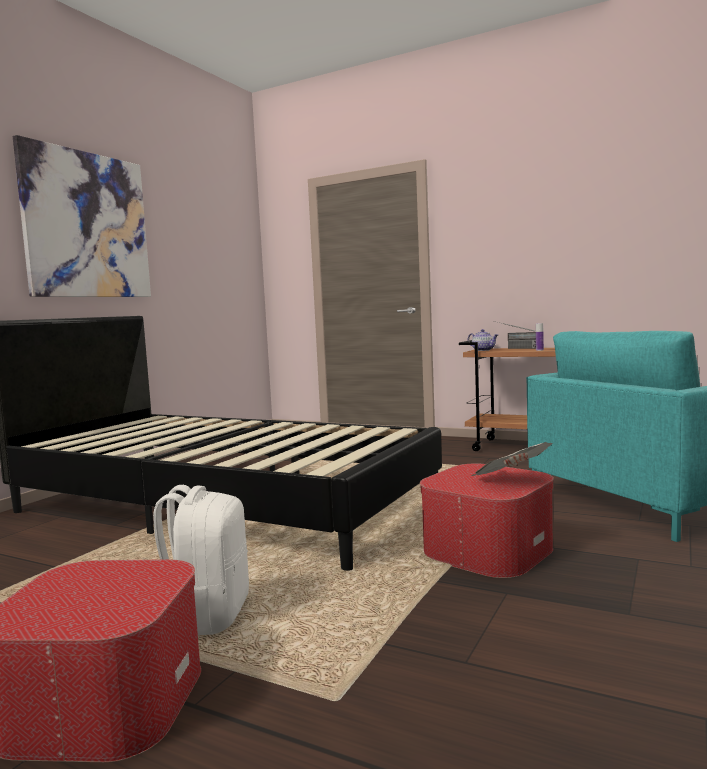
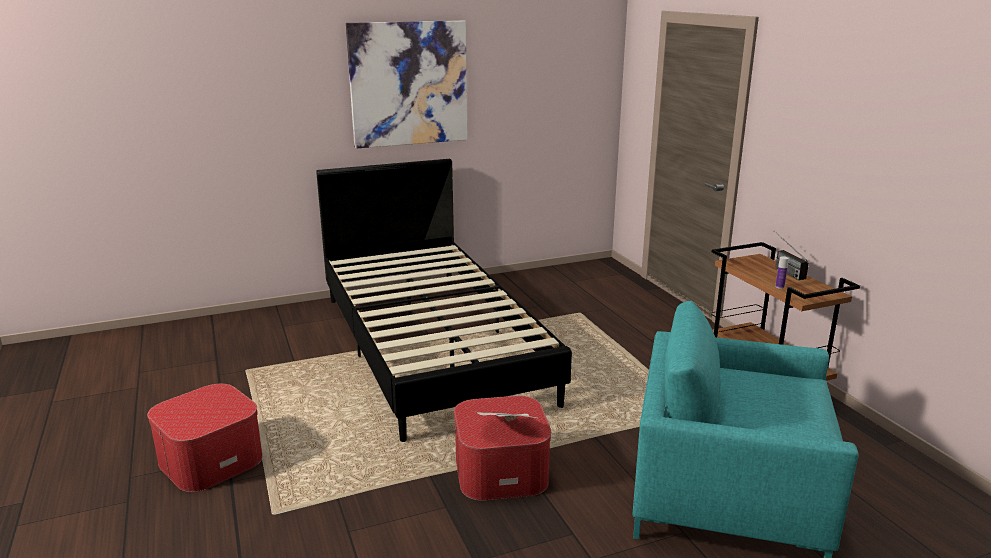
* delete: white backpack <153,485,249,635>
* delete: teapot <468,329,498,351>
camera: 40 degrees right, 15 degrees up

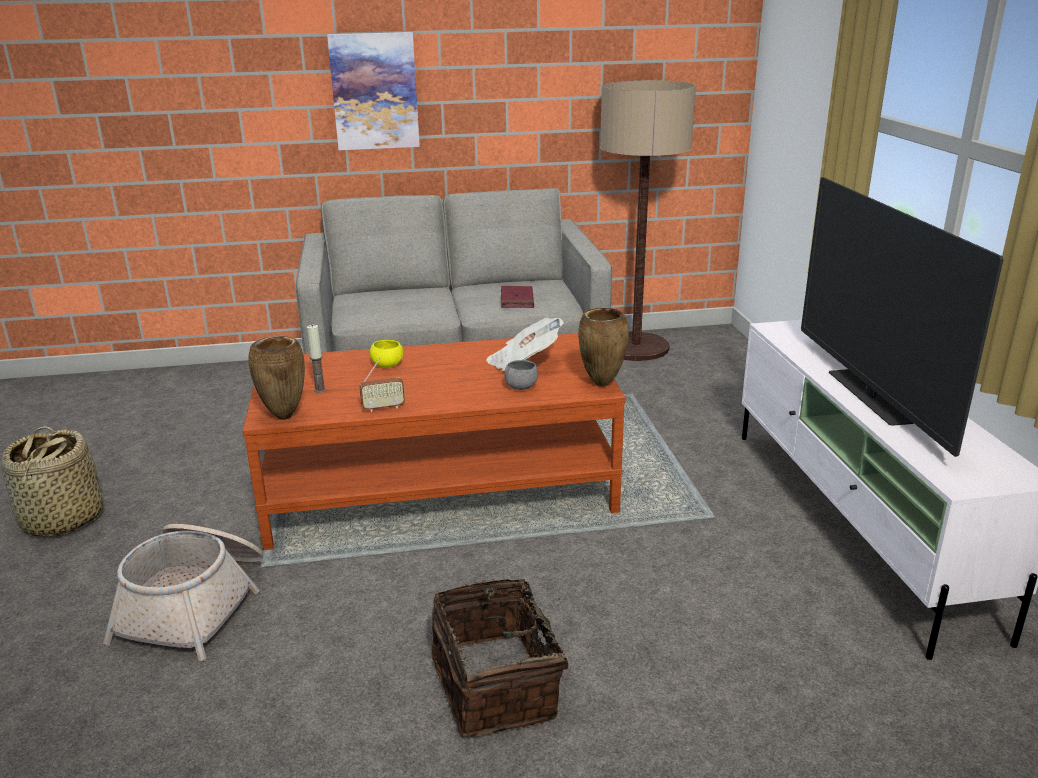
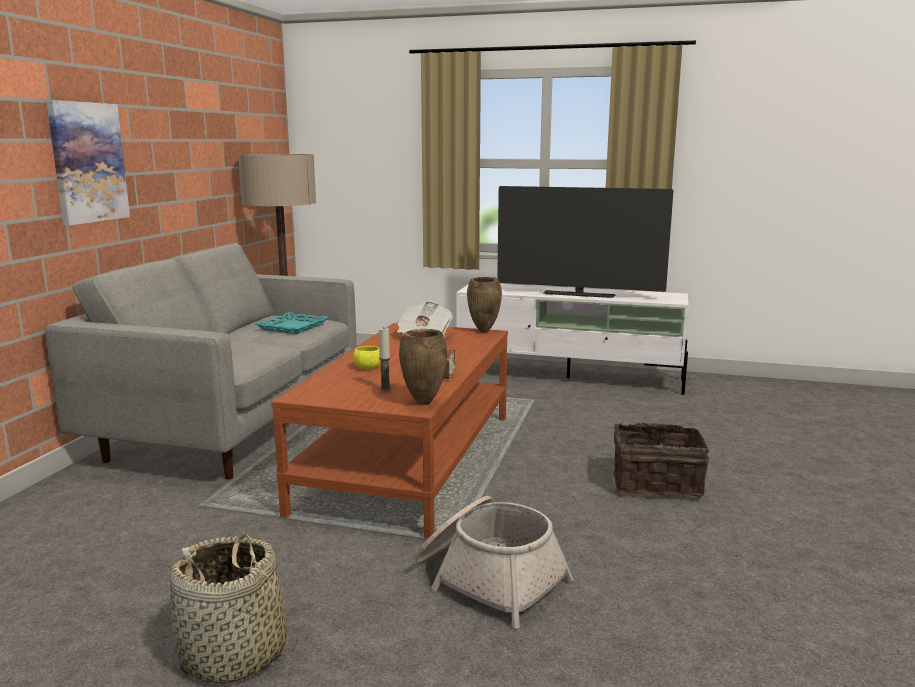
* replace: red book <501,286,534,308> to turquoise tray <256,312,329,334>
* delete: grey bowl <504,360,538,390>
camera: 65 degrees left, 10 degrees down

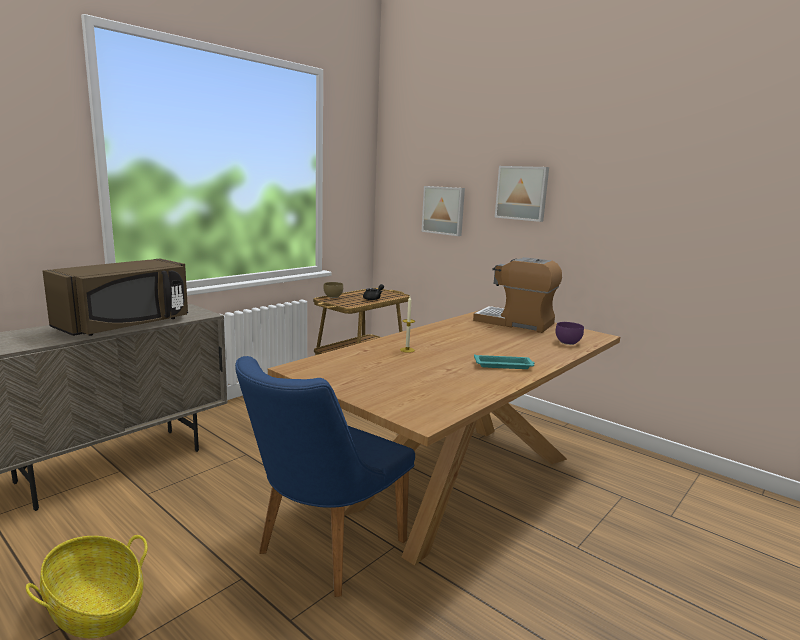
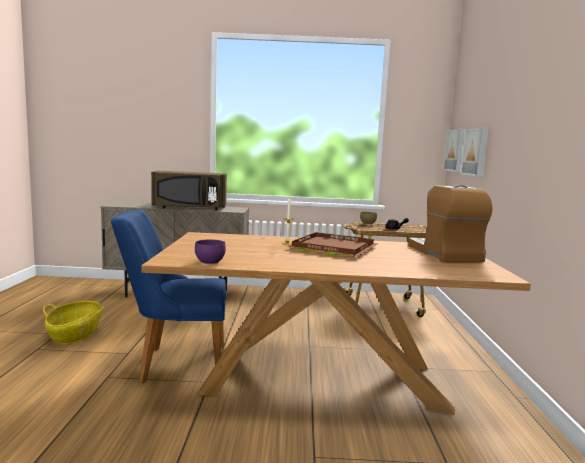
* move: purple bowl <555,322,584,345> to <195,240,226,264>
* insert: brown tray <286,232,378,256>
* move: picture <495,166,549,222> to <443,129,466,172>
* delete: turquoise tray <474,354,535,369>
camera: 50 degrees right, 5 degrees down

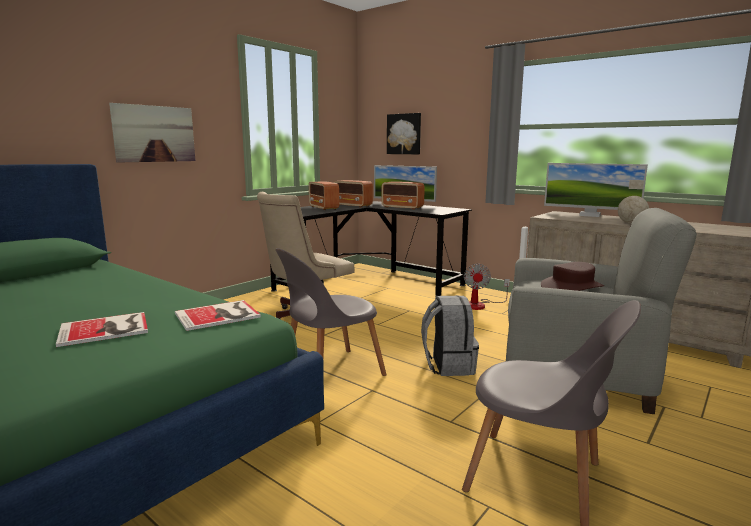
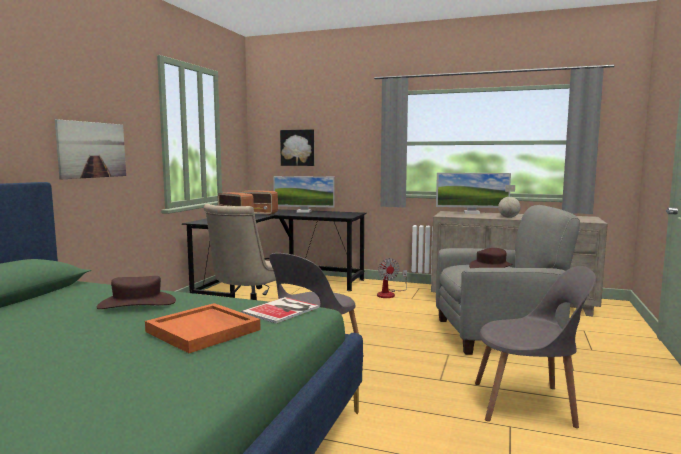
* insert: brown hat <97,276,176,309>
* replace: book <56,312,148,347> to orange tray <145,303,261,353>
* delete: radio <382,181,425,210>
* delete: grey backpack <421,295,479,376>
camera: 20 degrees left, 5 degrees down

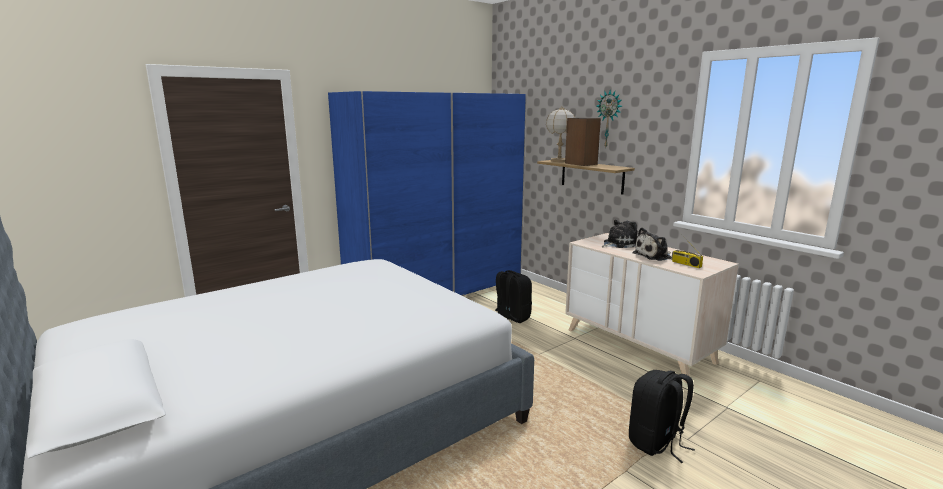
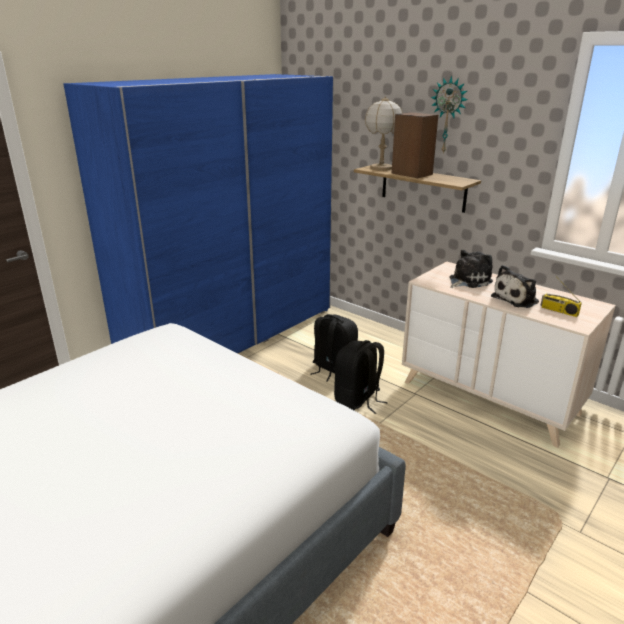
* move: black backpack <629,370,695,463> to <334,340,388,414>
camera: 10 degrees left, 10 degrees up

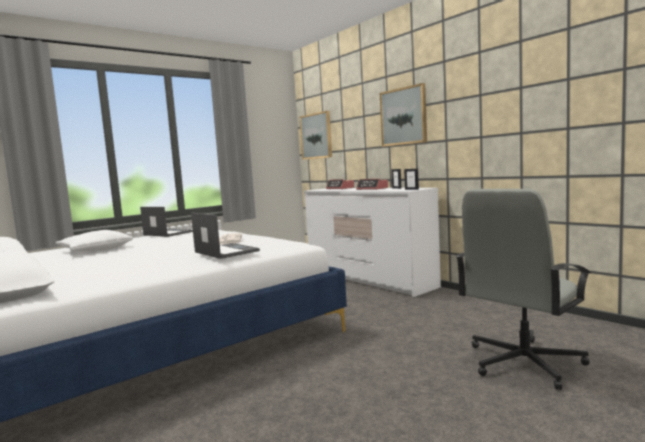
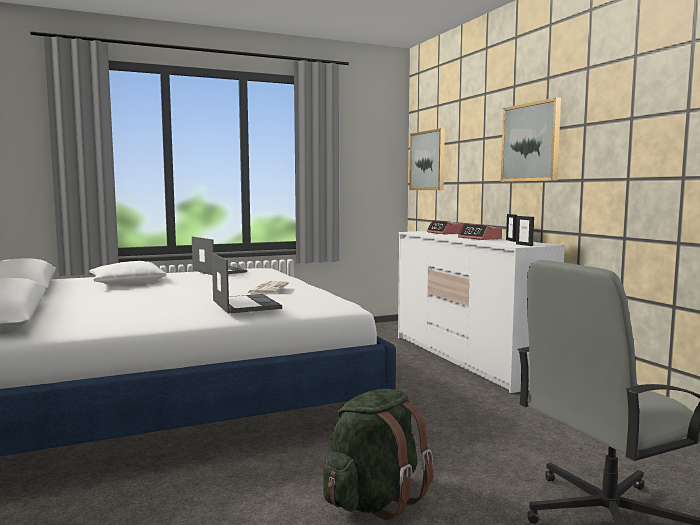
* insert: green backpack <323,389,433,520>
camera: 15 degrees right, 0 degrees up

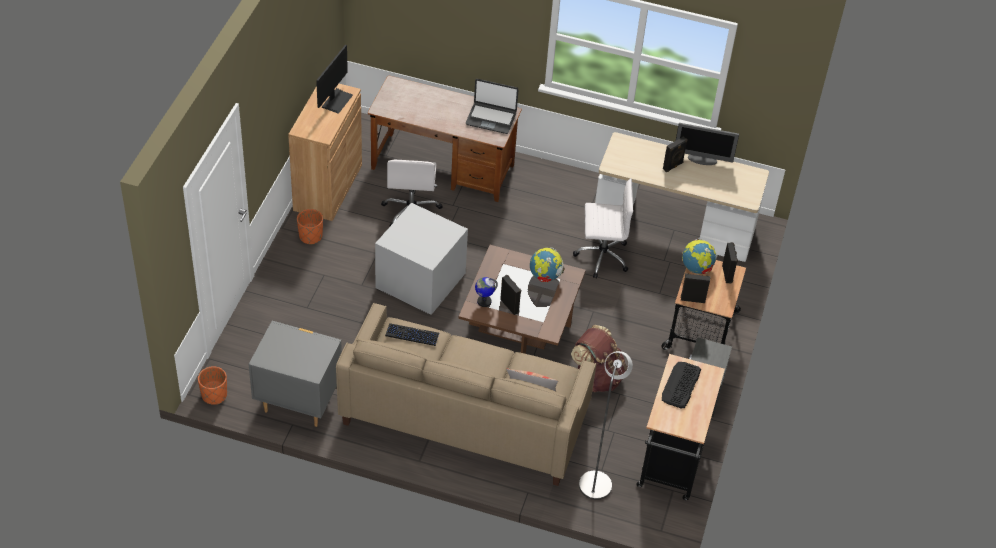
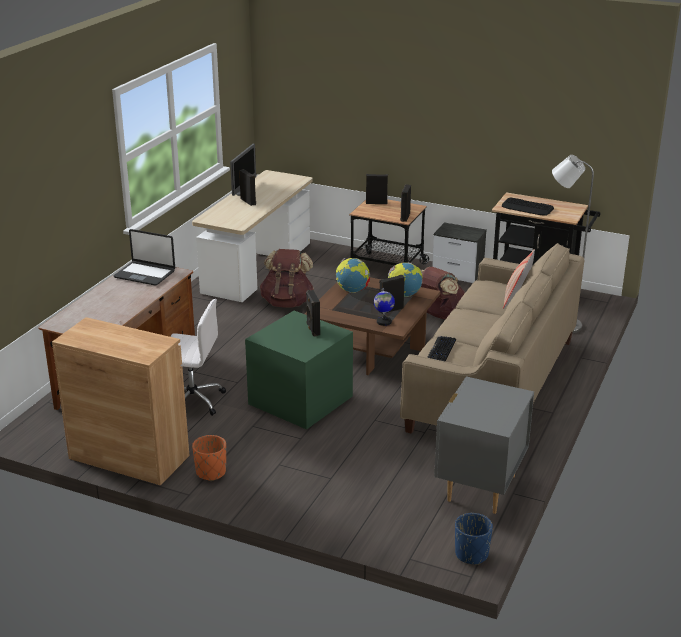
* rotate: laptop <466,79,518,134> = <114,229,175,285> 90 degrees clockwise
* recolor: grey storage box <375,203,468,315> to green storage box <245,311,353,430>
* replace: white office chair <573,179,633,279> to brown backpack <260,249,314,307>
* insert: black speaker <306,290,320,337>
* move: globe <682,238,718,274> to <388,262,423,297>
* recolor: orange planter <198,366,227,405> to blue planter <455,513,493,565>
* delete: monitor <316,45,353,114>
camera: 80 degrees left, 20 degrees down

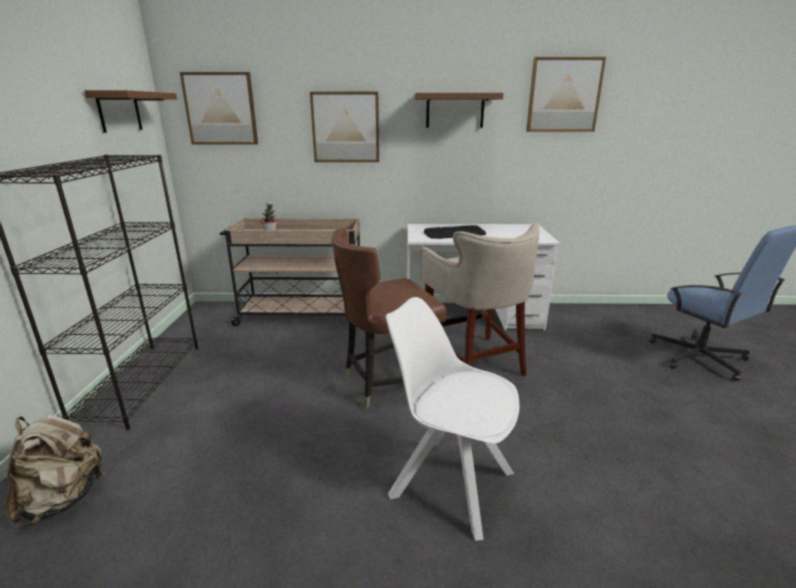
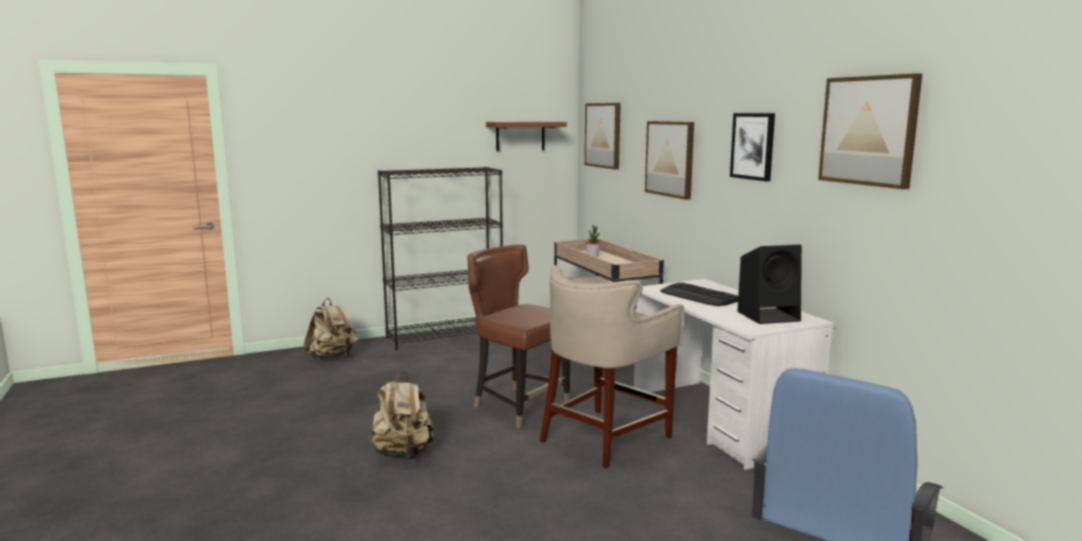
* replace: white chair <386,297,520,541> to beige backpack <369,372,434,460>
* replace: brown shelf <415,93,504,128> to picture <730,113,775,181>
* insert: black speaker <737,245,802,324>
camera: 65 degrees right, 10 degrees down

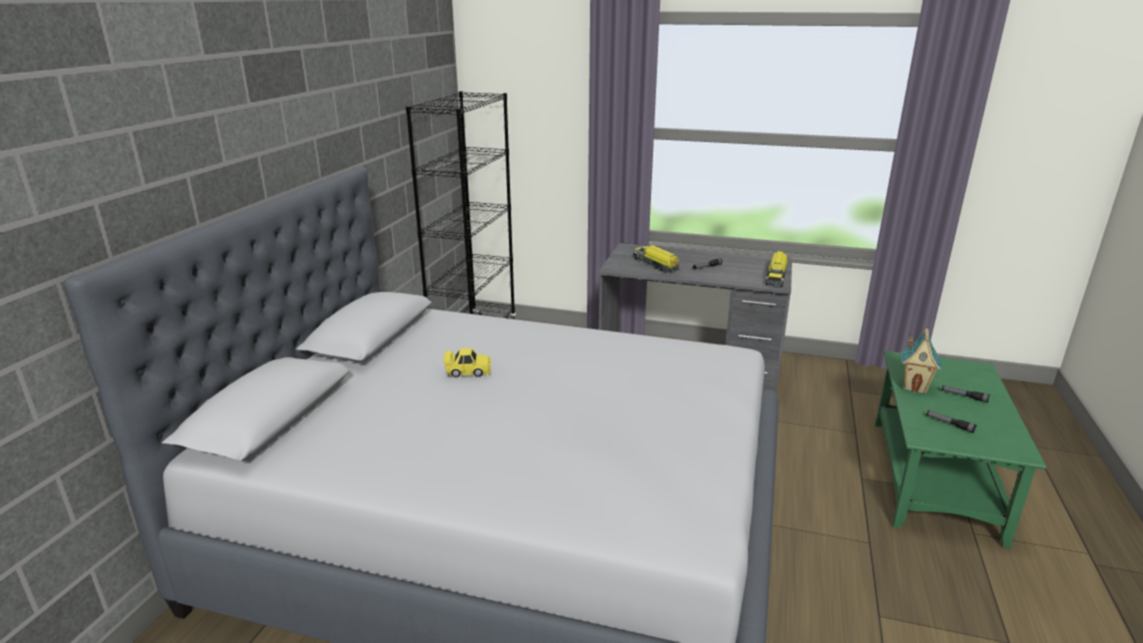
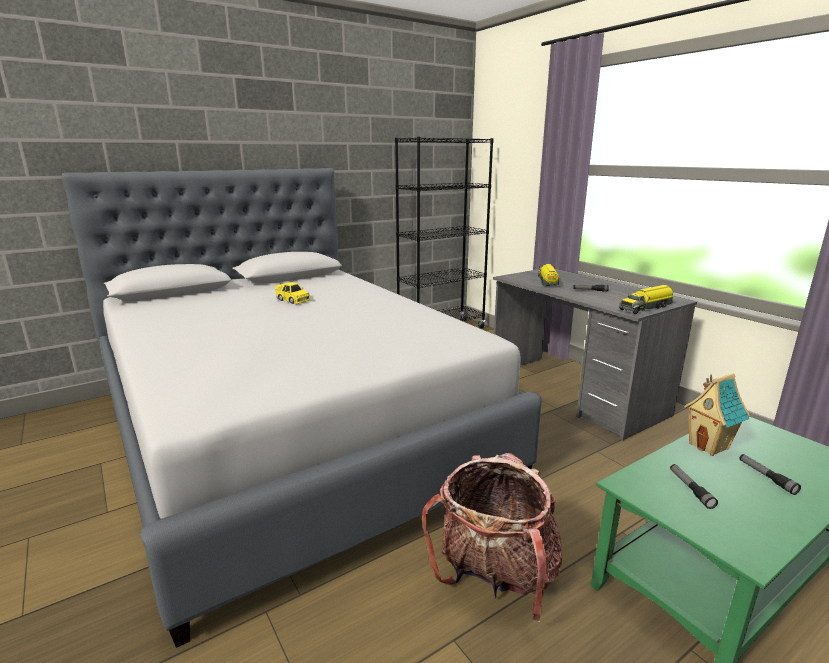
* insert: backpack <422,453,562,622>
camera: 40 degrees right, 5 degrees down

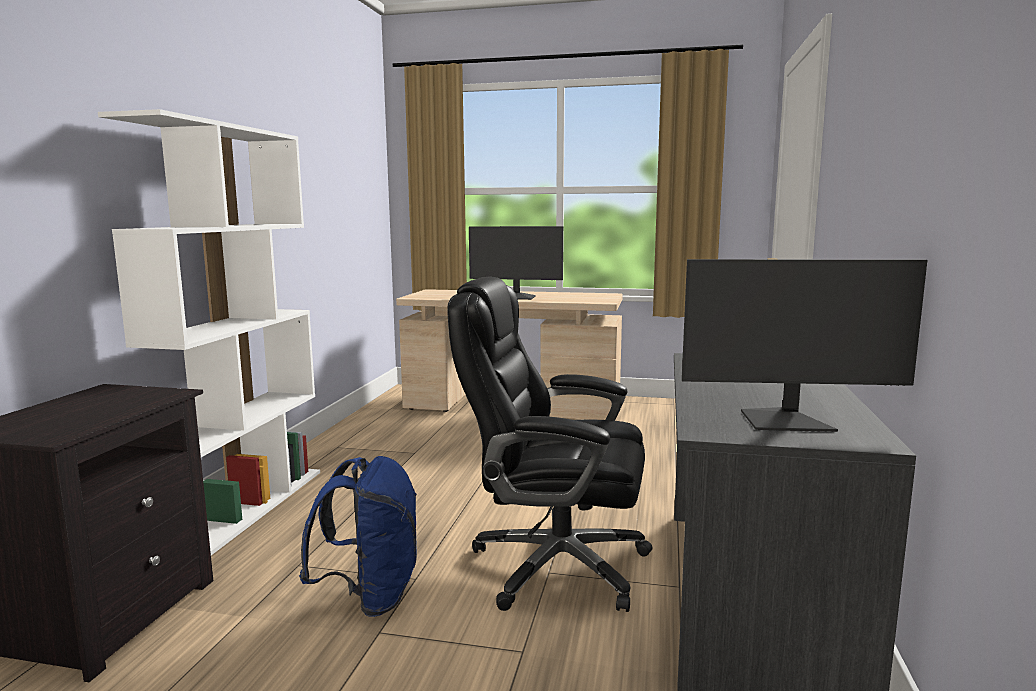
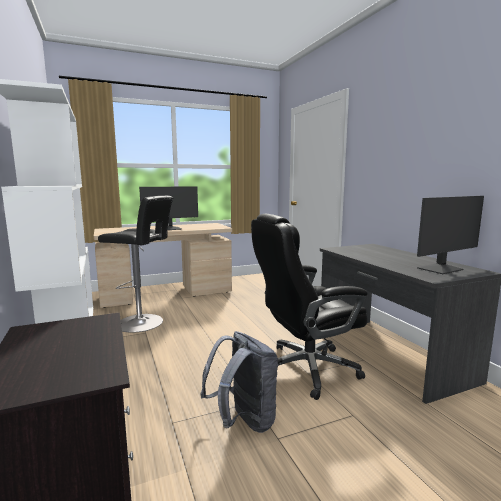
* insert: black stool <98,195,173,333>
* recolor: blue backpack <299,456,417,617> to grey backpack <200,331,278,433>
camera: 35 degrees left, 0 degrees up

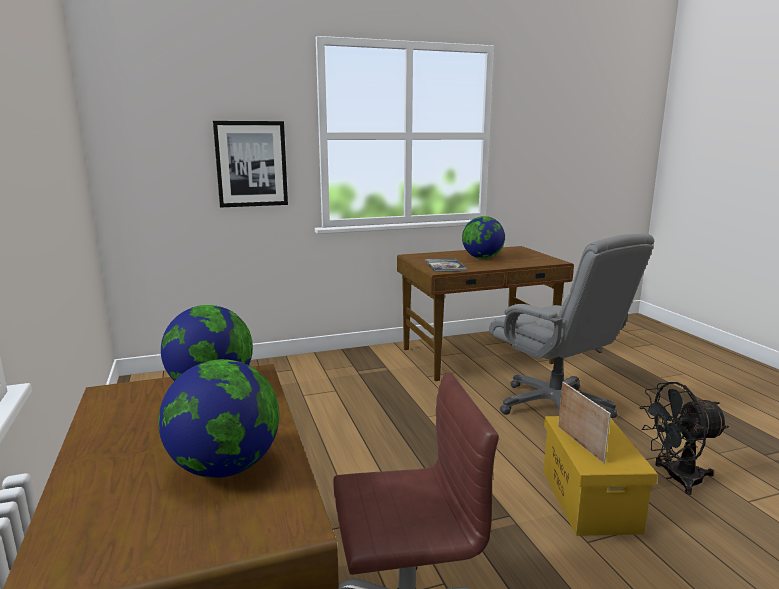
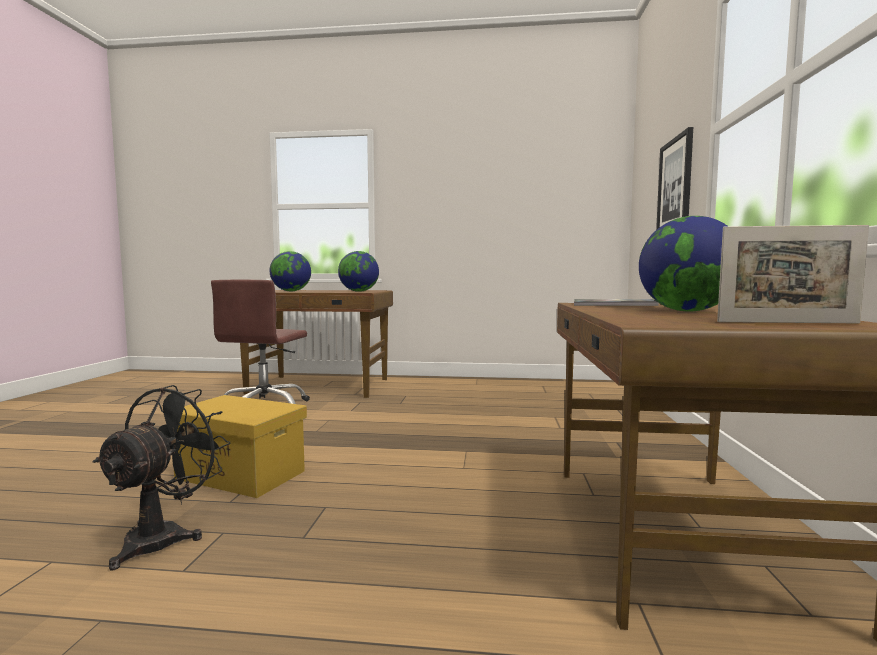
* move: picture frame <558,382,611,463> to <717,225,869,323>
* delete: grey office chair <489,234,654,418>
camera: 115 degrees right, 10 degrees down

